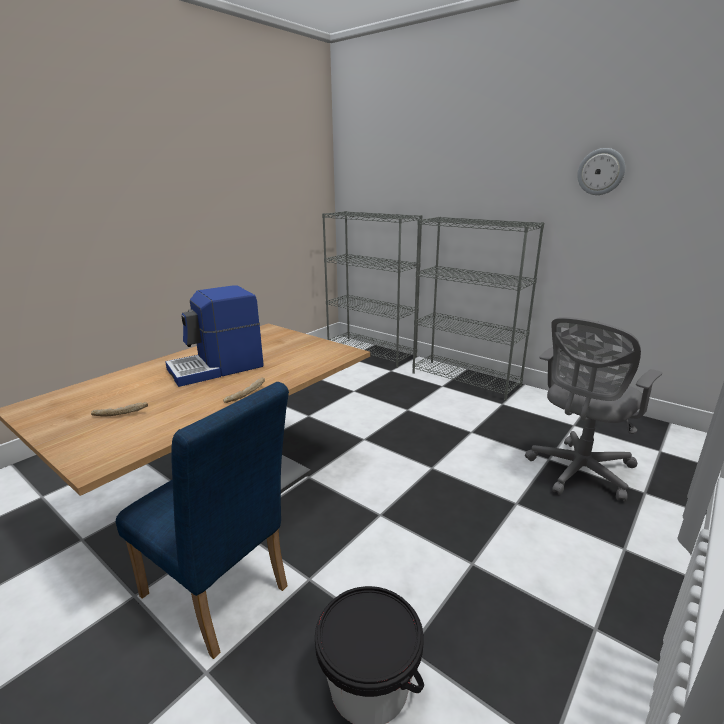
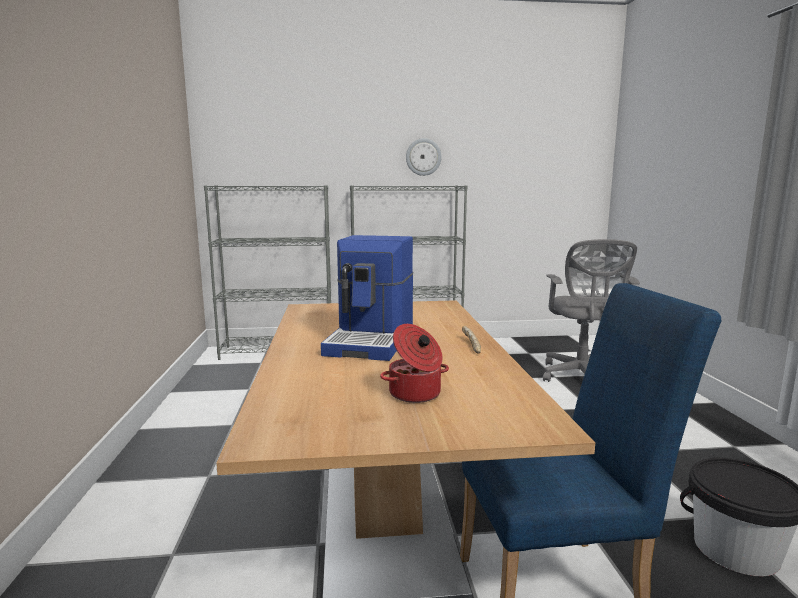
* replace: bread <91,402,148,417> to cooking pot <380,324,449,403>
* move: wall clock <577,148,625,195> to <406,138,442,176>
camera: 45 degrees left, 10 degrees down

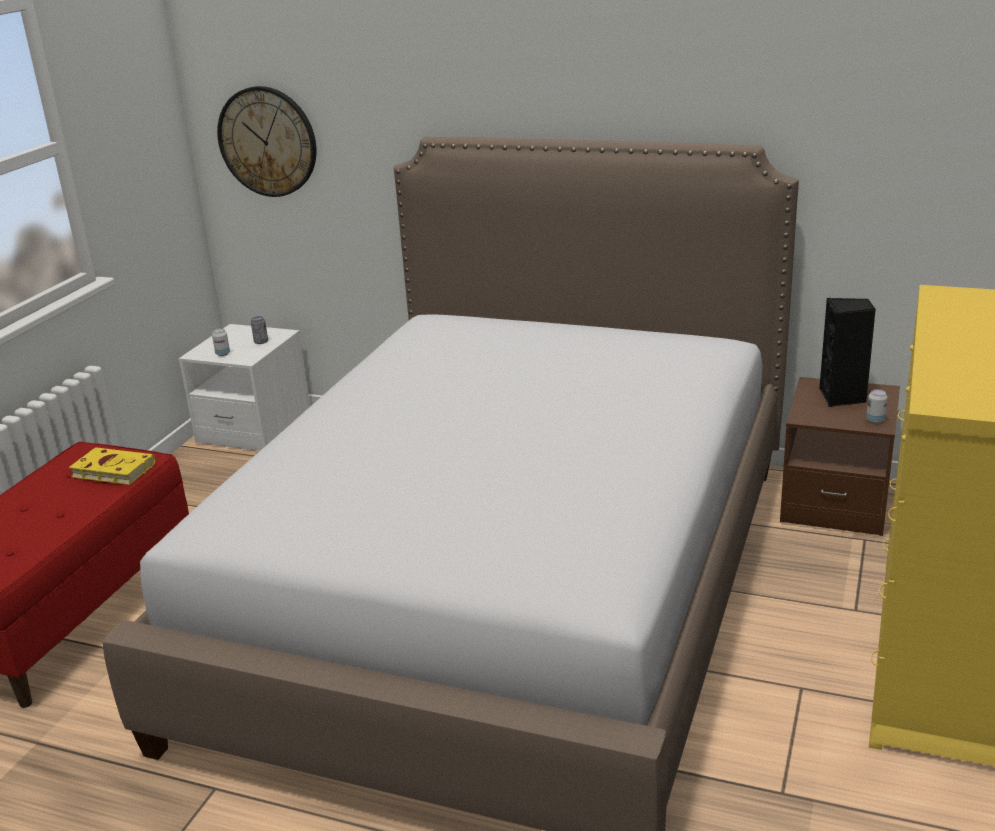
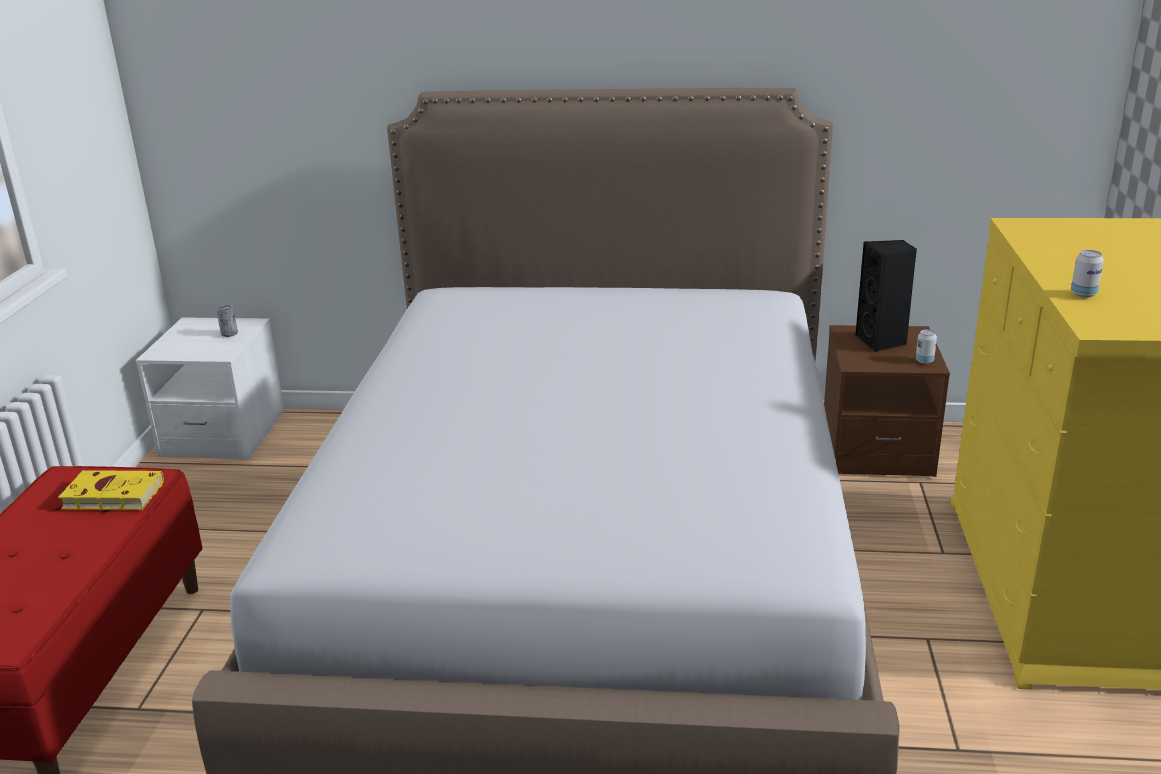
* move: can <212,328,230,356> to <1071,250,1104,298>
* delete: wall clock <217,86,317,197>
camera: 15 degrees left, 0 degrees up

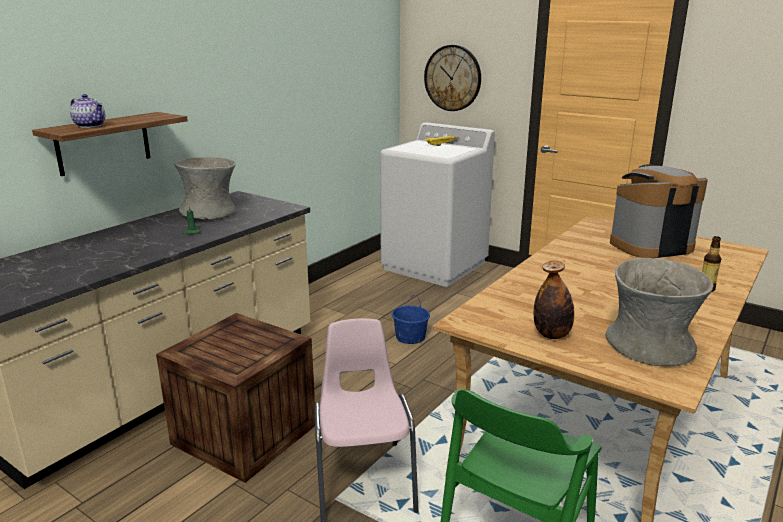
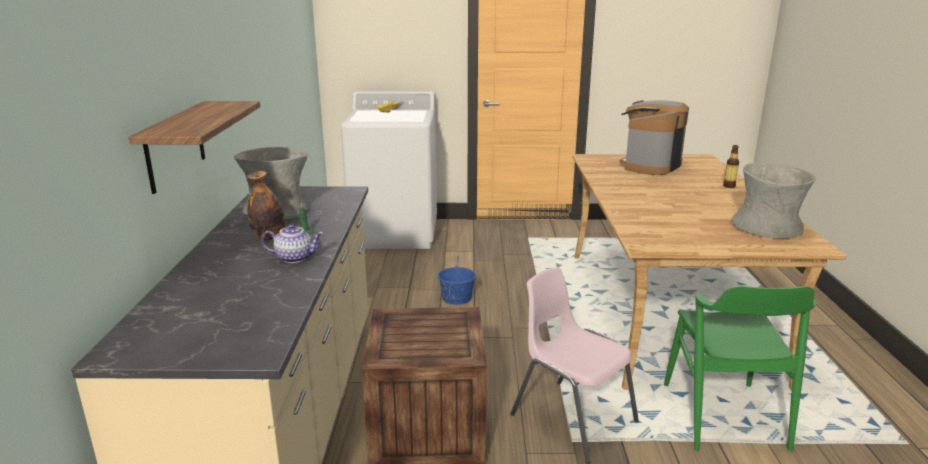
* move: bottle <534,261,574,339> to <247,171,285,240>
* move: teapot <70,94,105,128> to <261,224,323,263>
* delete: wall clock <424,45,481,111>
camera: 35 degrees left, 0 degrees up

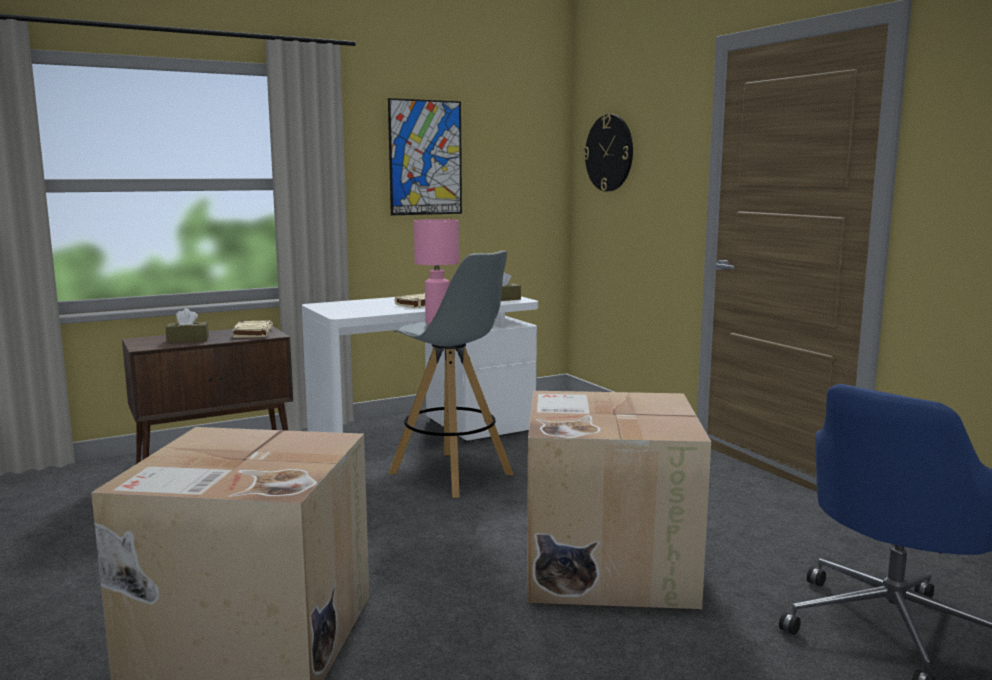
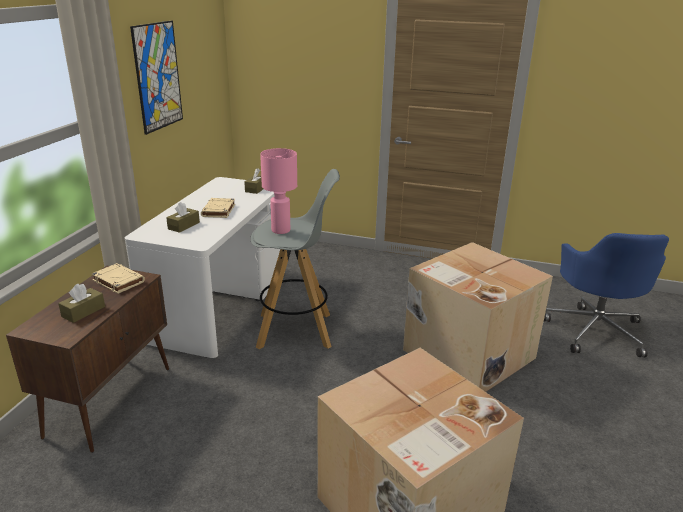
* insert: brown tissue box <166,202,200,233>
* delete: wall clock <583,114,633,192>
camera: 45 degrees left, 15 degrees up

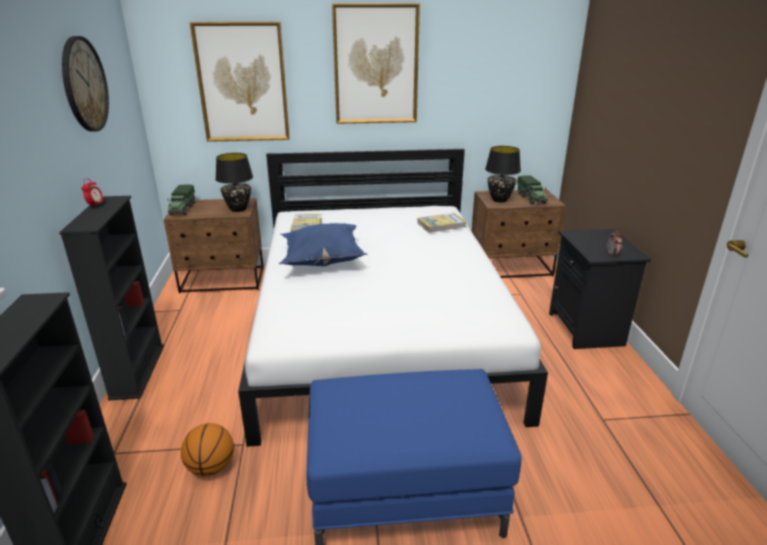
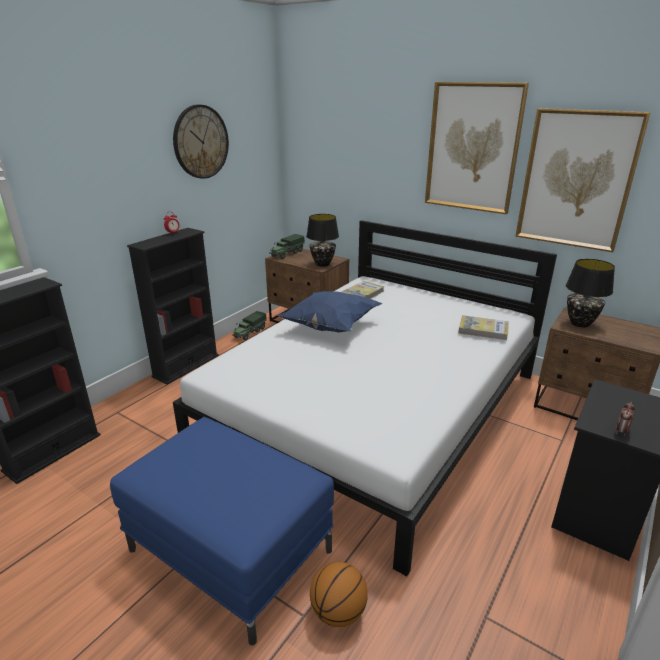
* move: toy truck <517,175,548,204> to <232,311,267,340>
* move: basketball <181,423,234,476> to <310,562,368,627>
* move: picture <189,22,290,142> to <515,108,651,252>
camera: 40 degrees right, 0 degrees up

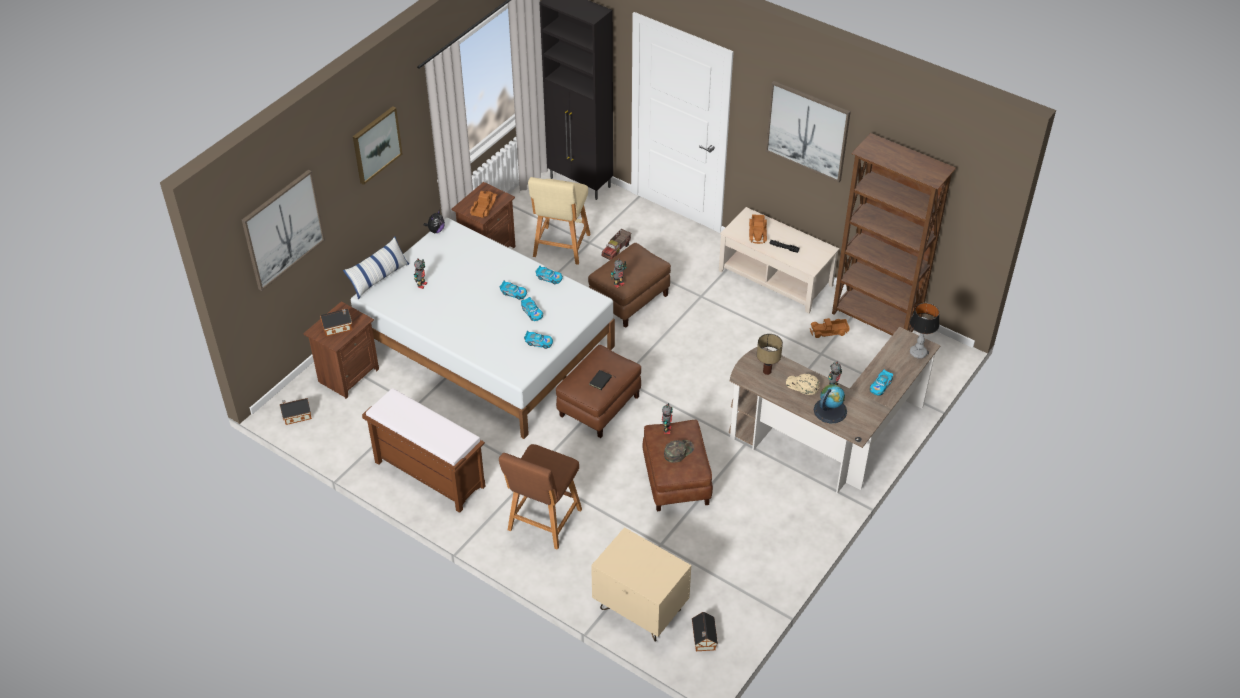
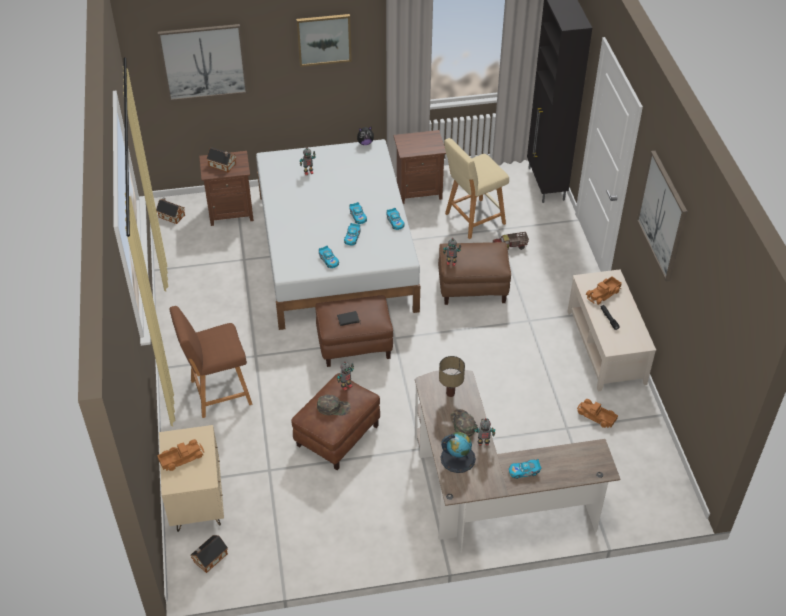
* move: toy truck <470,191,498,218> to <157,439,204,471>
* recolor: beige cap <786,374,819,395> to green cap <450,409,476,437>
* delete: pillow <343,237,409,299>
* delete: brown bench <362,388,486,513>
* delete: brown bookcase <832,133,956,335>
* delete: table lamp <910,303,939,359>
camera: 45 degrees right, 0 degrees up

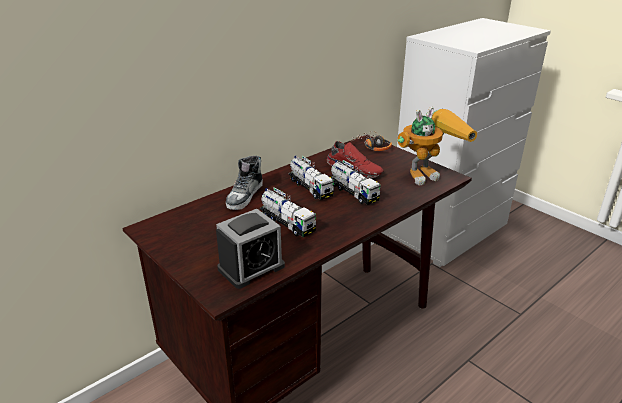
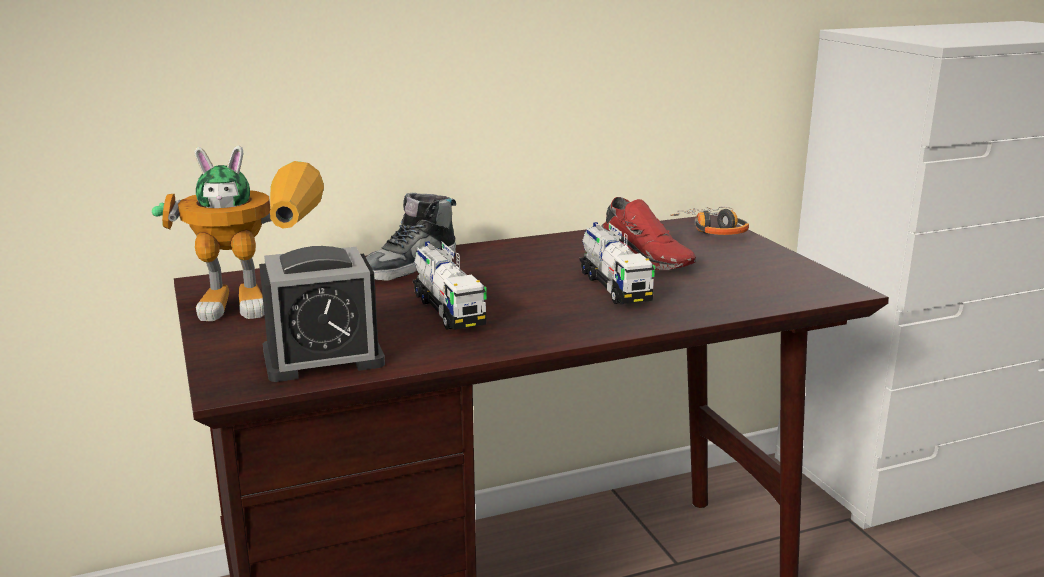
* move: toy robot <398,107,477,185> to <152,146,324,321>
* delete: toy truck <289,155,334,200>
camera: 20 degrees right, 10 degrees down

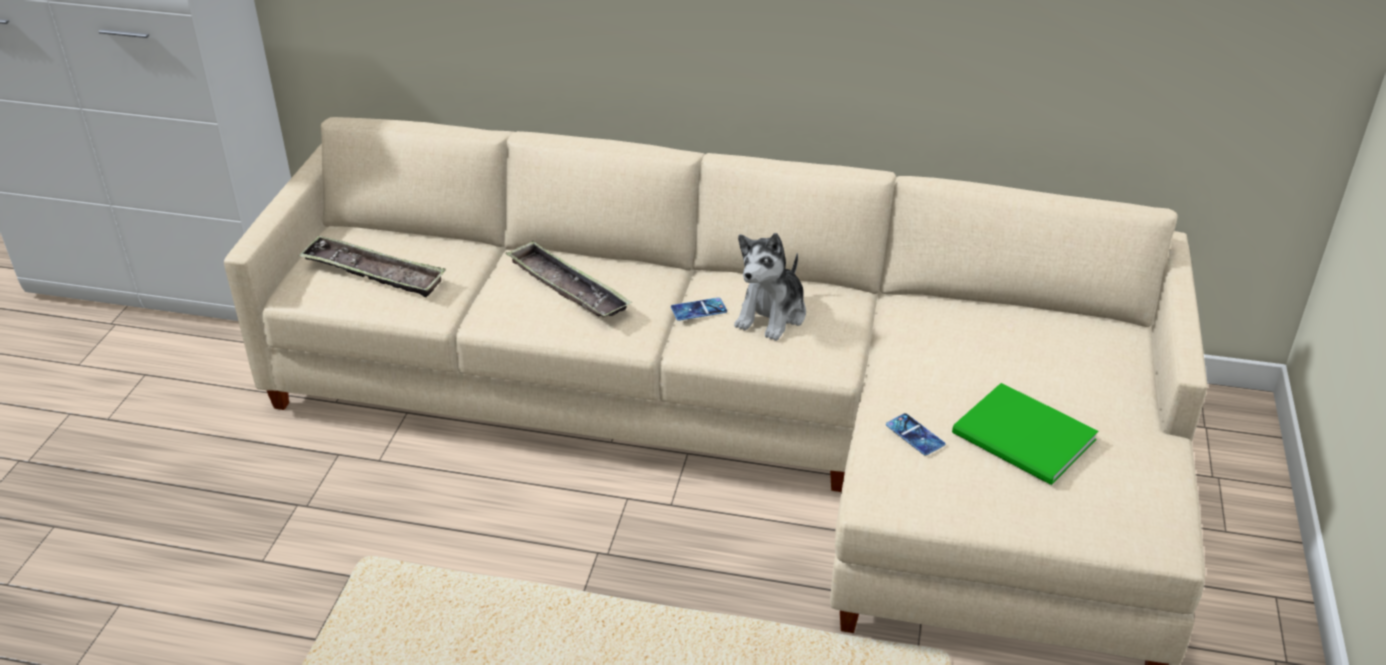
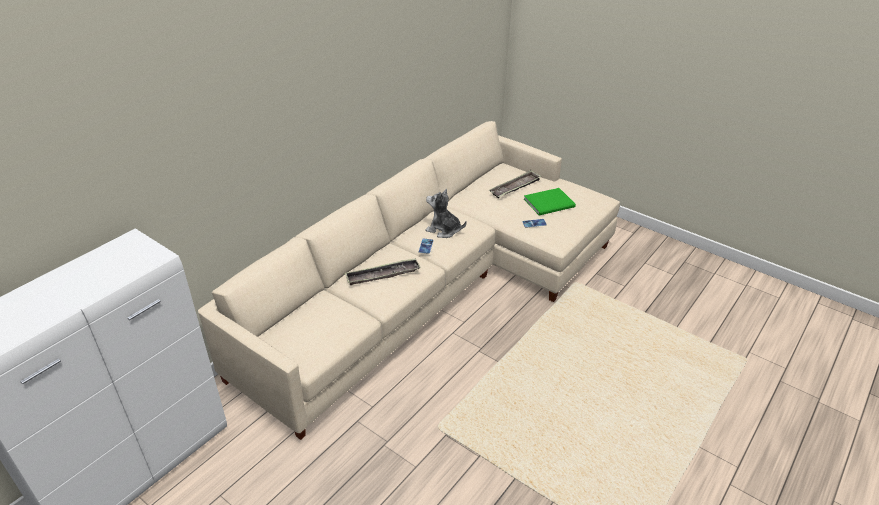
* rotate: plush toy <734,233,806,341> = <425,189,467,238> 150 degrees clockwise
* move: tray <298,235,446,297> to <489,170,541,198>
camera: 65 degrees left, 0 degrees up

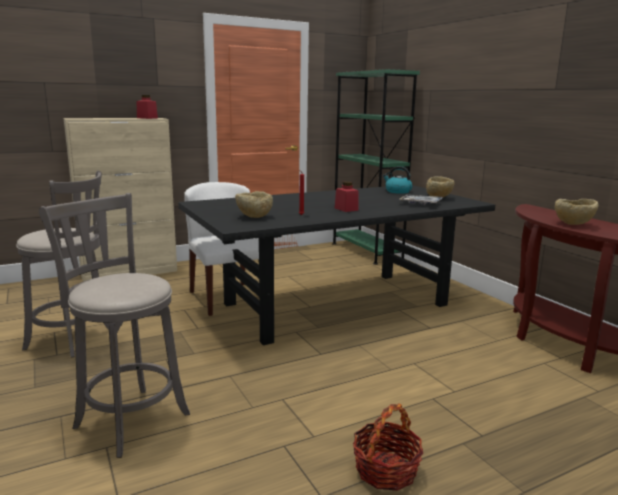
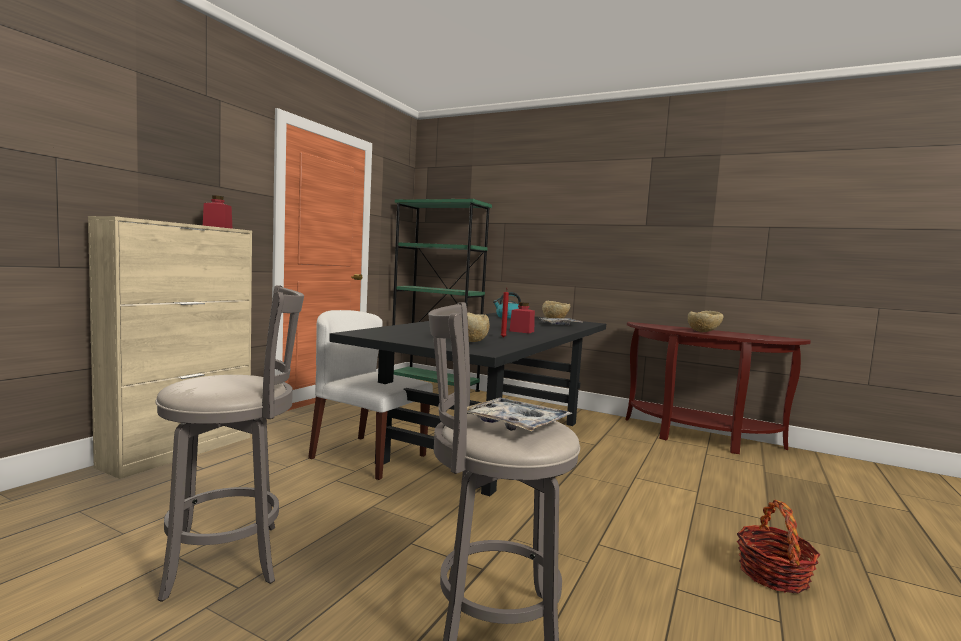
* insert: tray <467,398,573,431>
camera: 35 degrees left, 10 degrees down

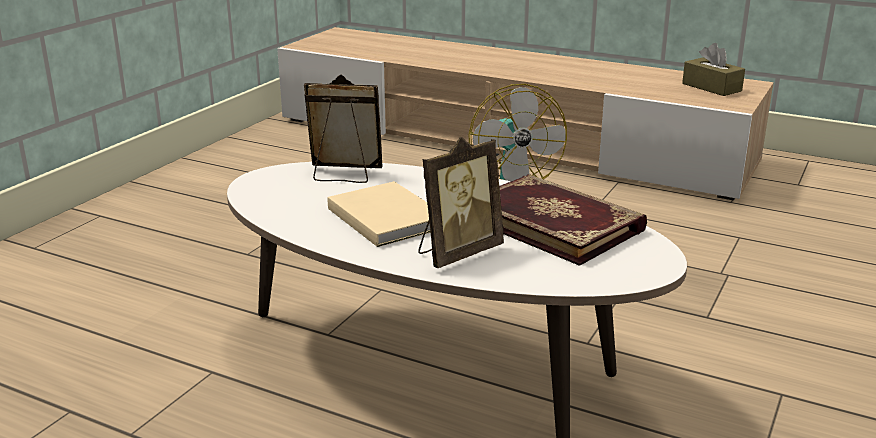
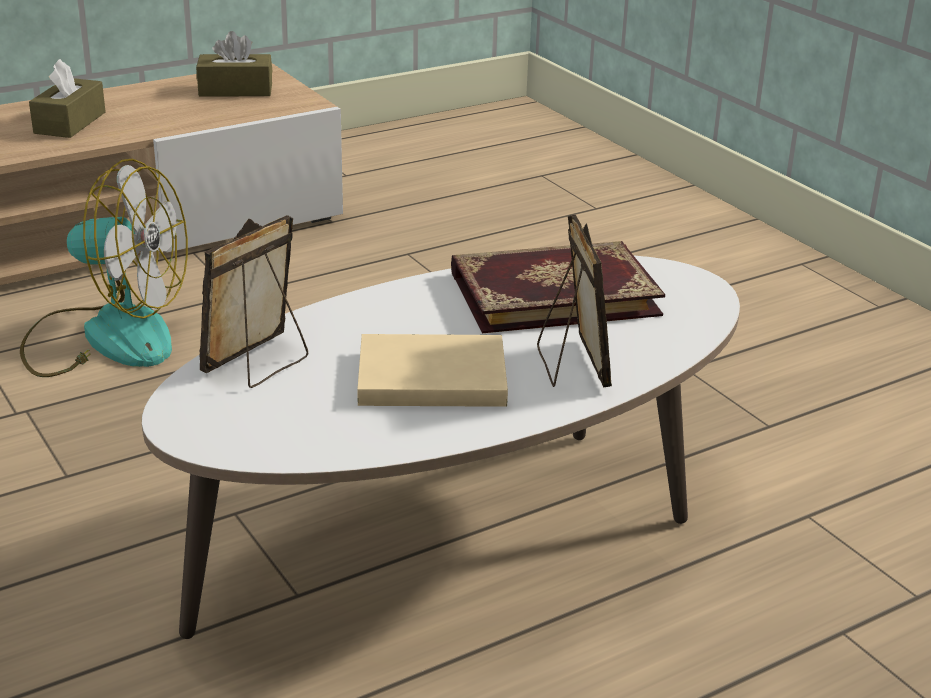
* insert: brown tissue box <29,59,106,138>
camera: 60 degrees left, 5 degrees up

